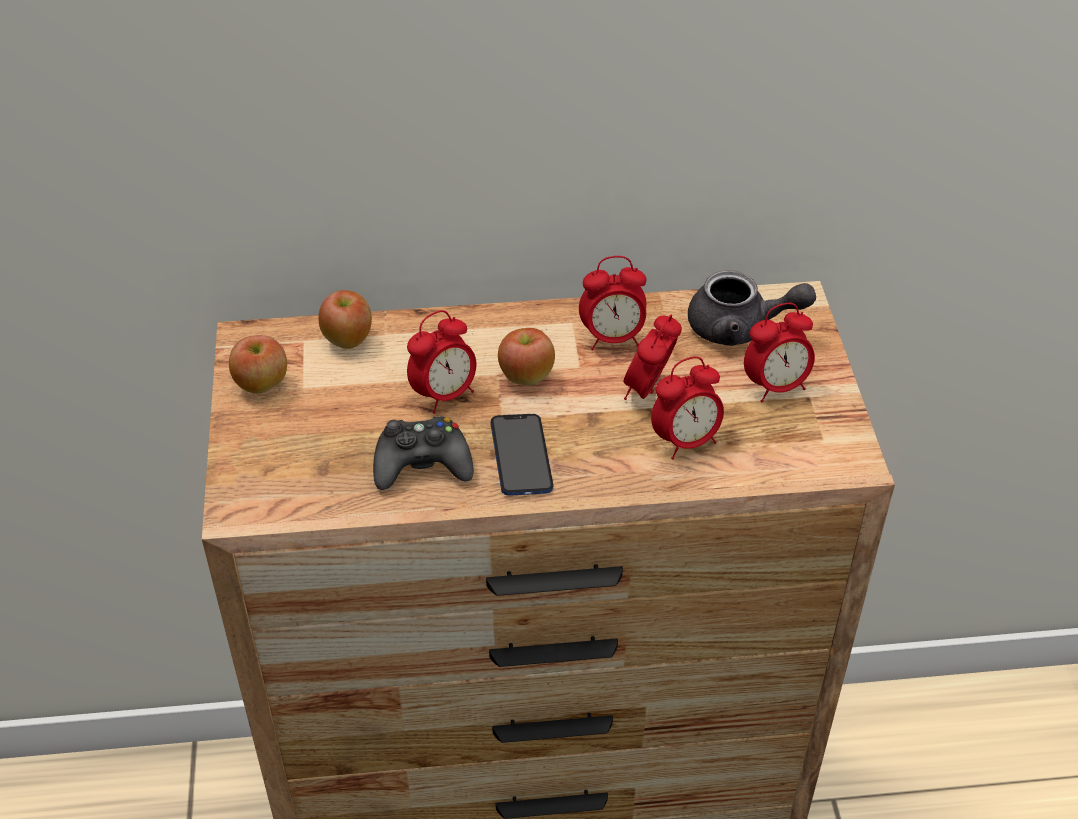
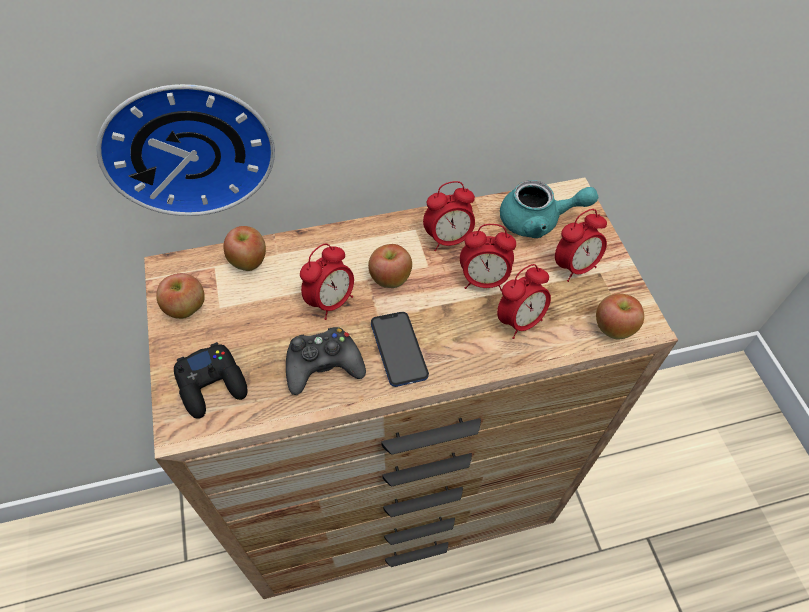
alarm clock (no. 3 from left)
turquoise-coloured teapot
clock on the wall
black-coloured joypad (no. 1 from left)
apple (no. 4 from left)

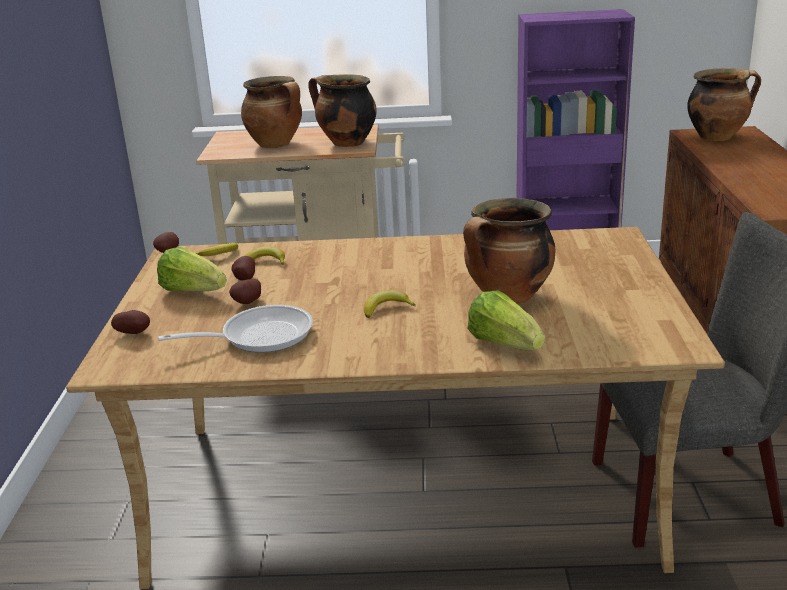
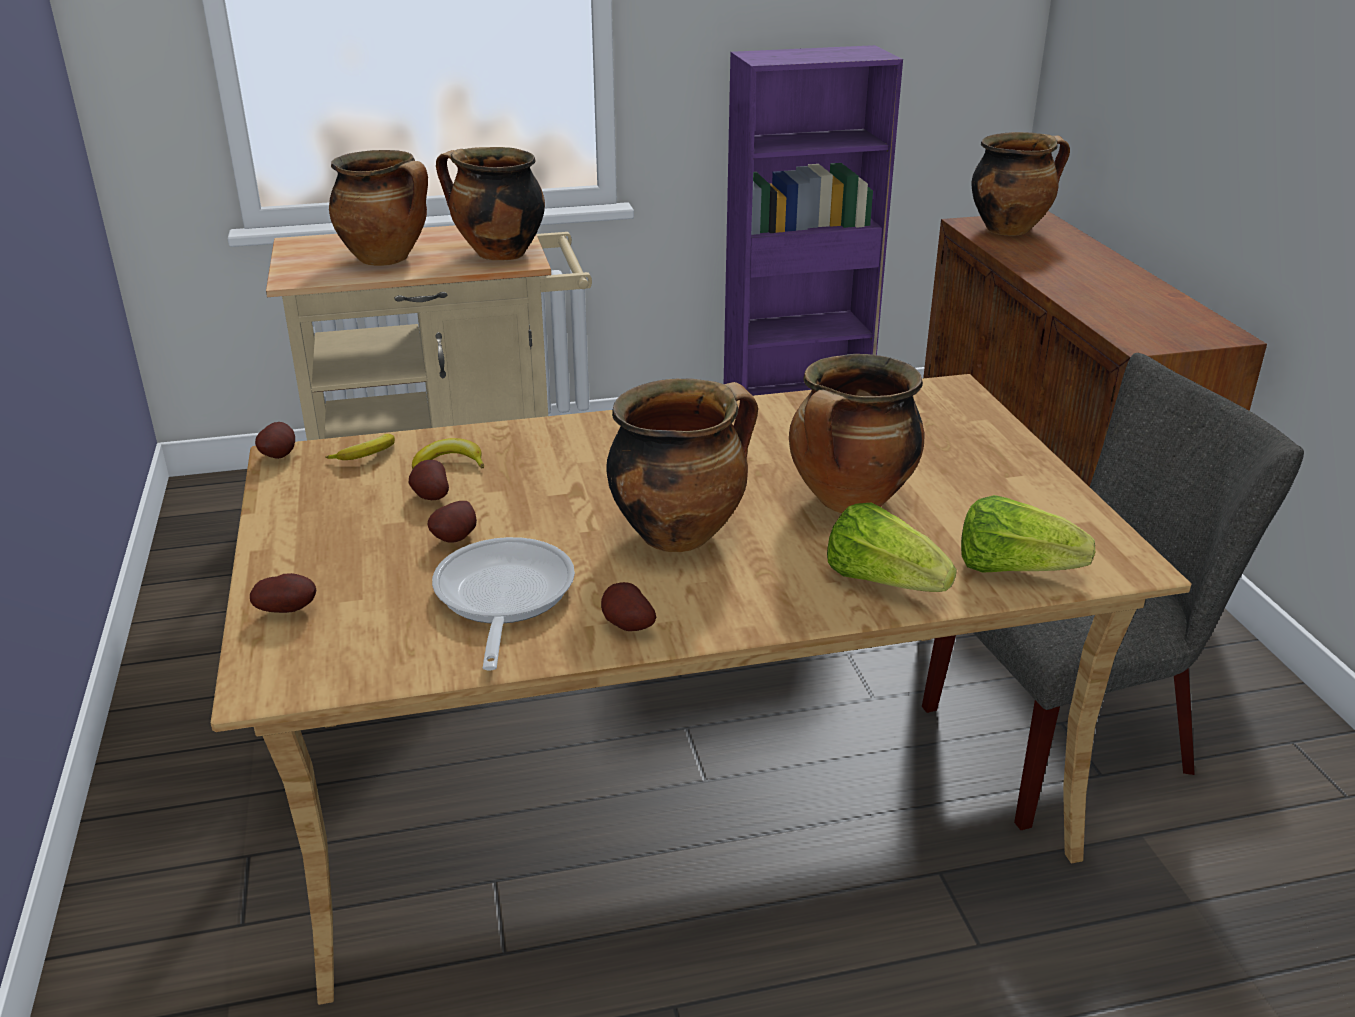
head of lettuce (no. 2 from left)
skillet
stockpot (no. 3 from left)
spud (no. 5 from left)

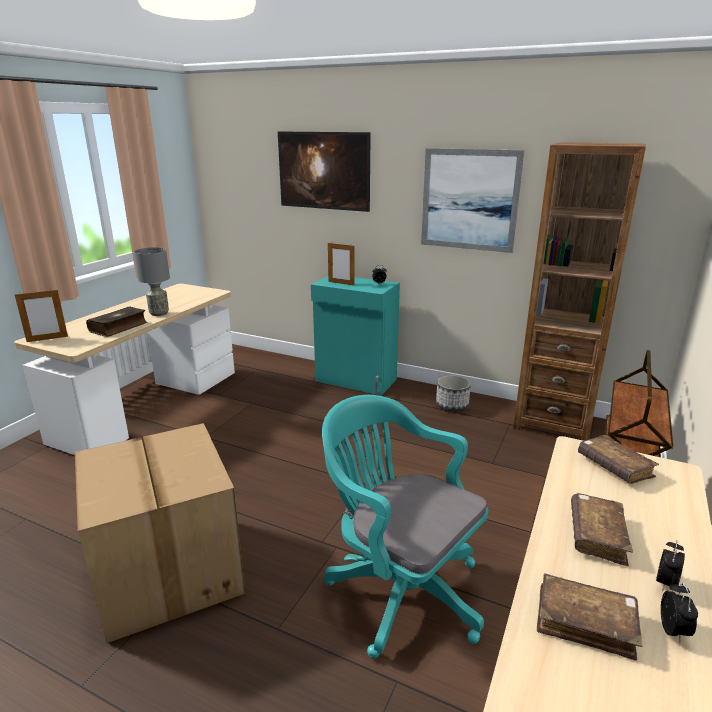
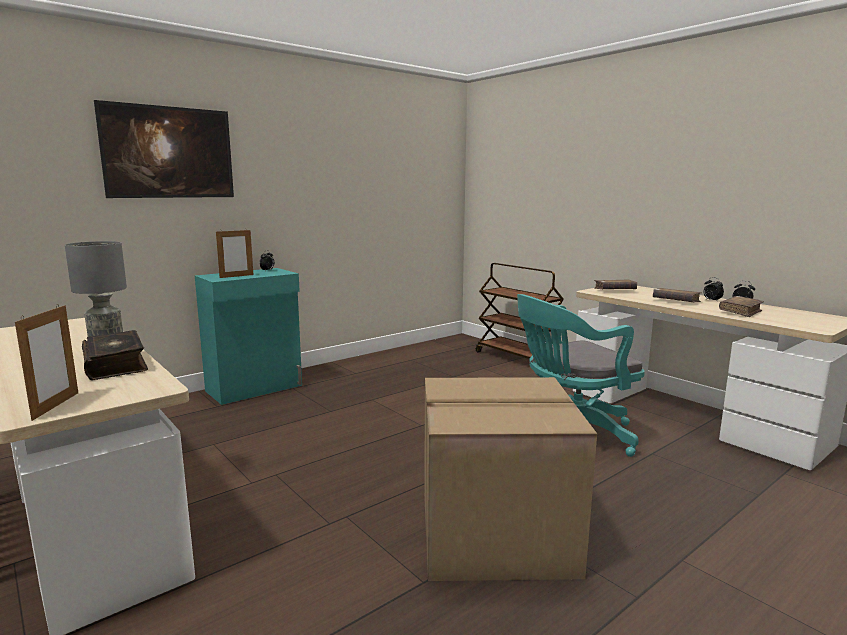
picture (no. 2 from left in the first image)
flower pot
brown bookshelf

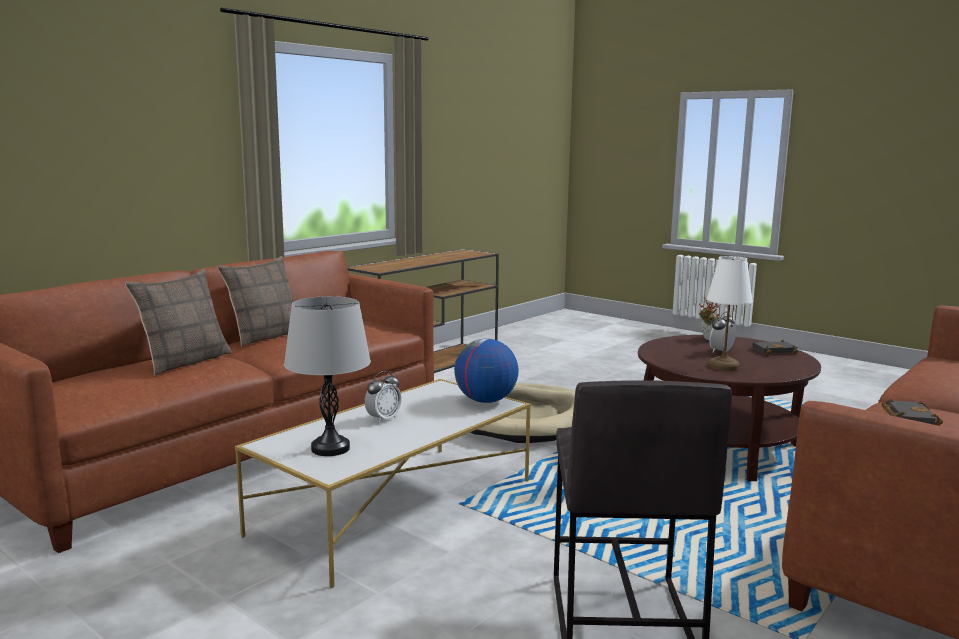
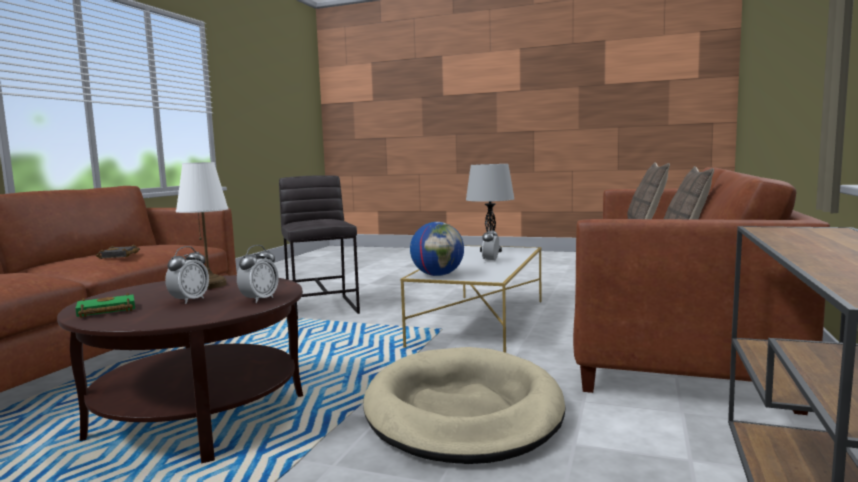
plant in a pot
greenish book
alarm clock (no. 2 from left)

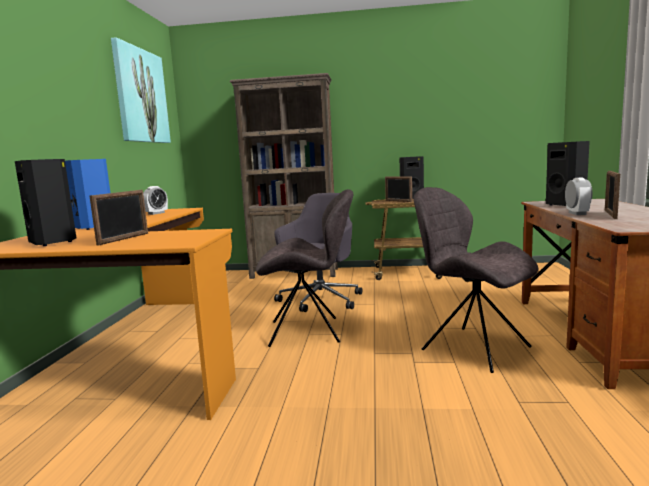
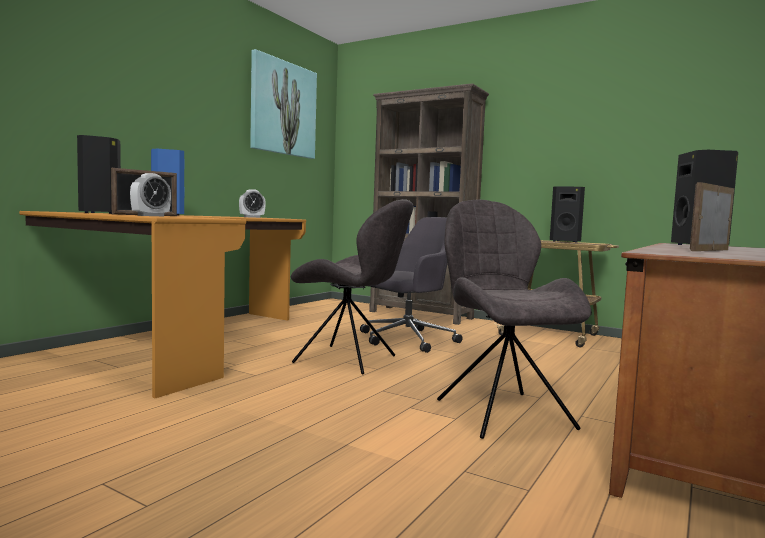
standing frame (no. 2 from left in the first image)
alarm clock (no. 1 from left)

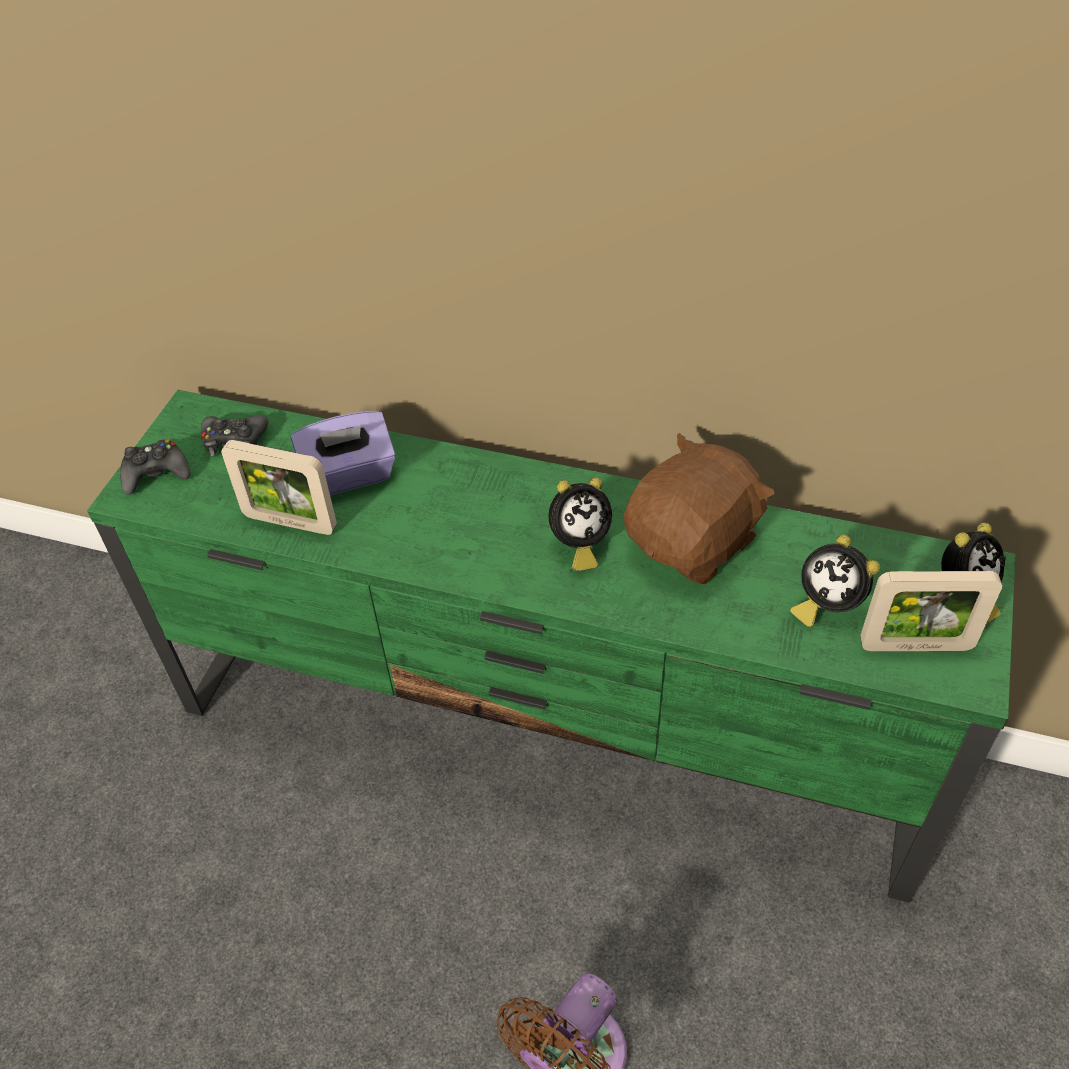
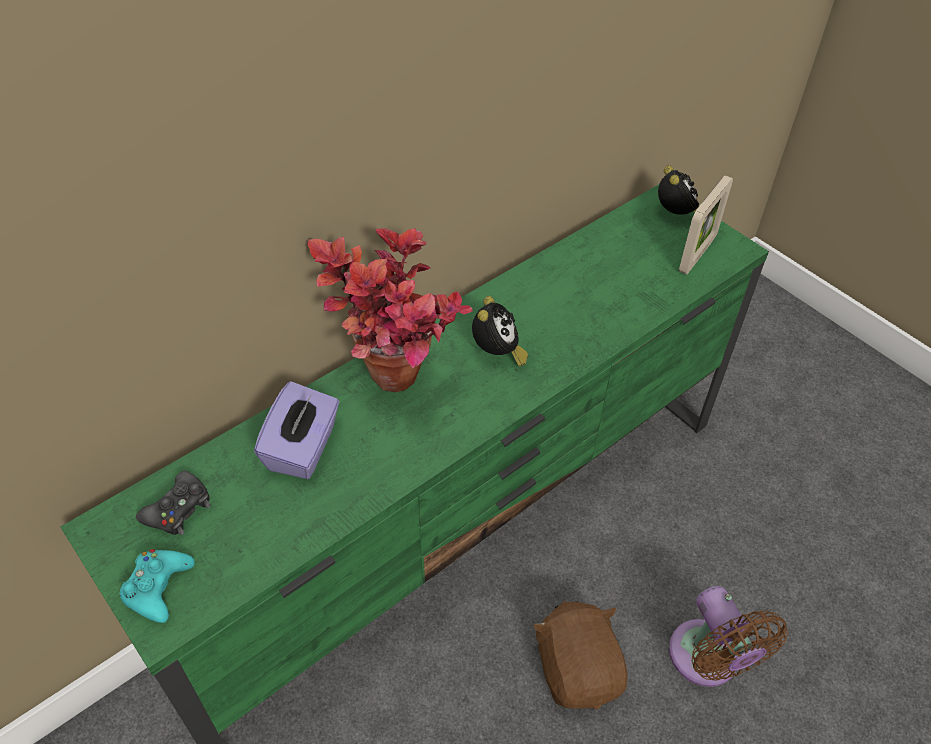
turquoise-coloured joypad
standing frame (no. 1 from left in the first image)
brown soft toy
alarm clock (no. 2 from left in the first image)
plant in a pot

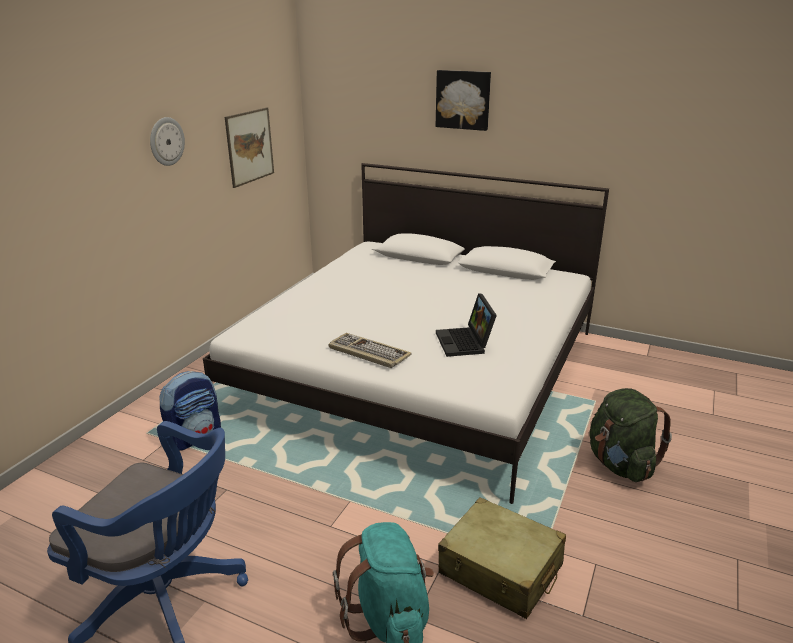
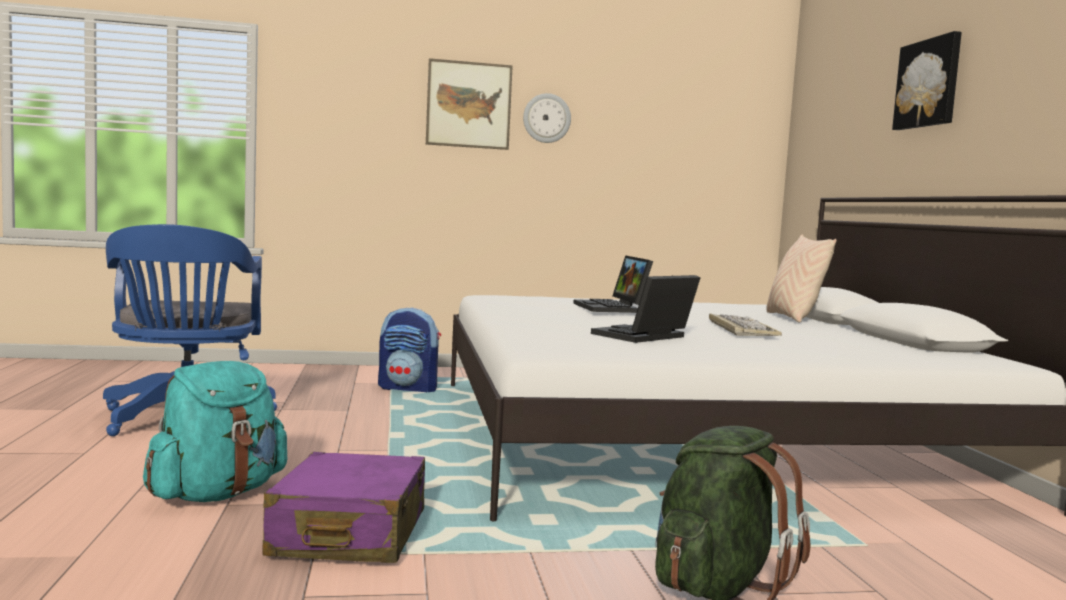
picture (no. 1 from left)
PC keyboard
purplish suitcase
notebook computer (no. 1 from left)
beige pillow

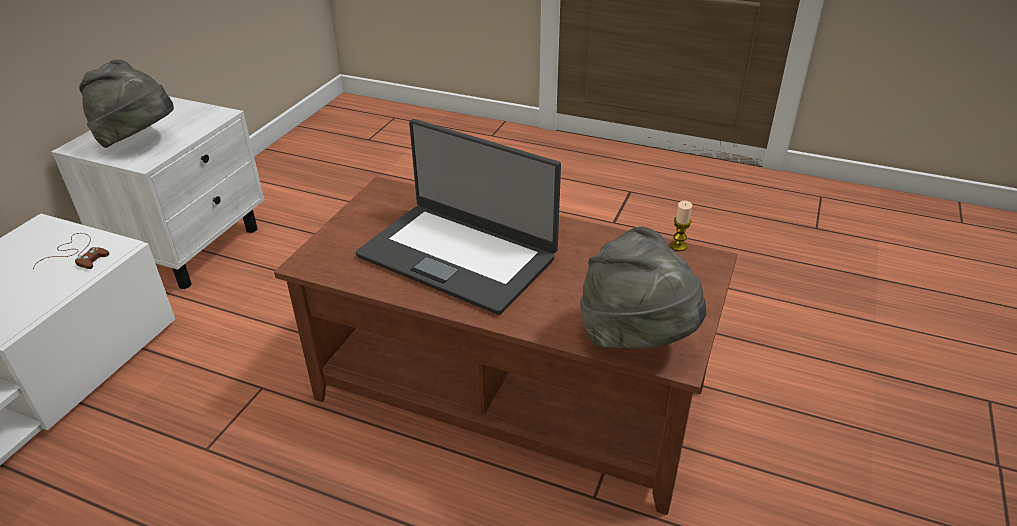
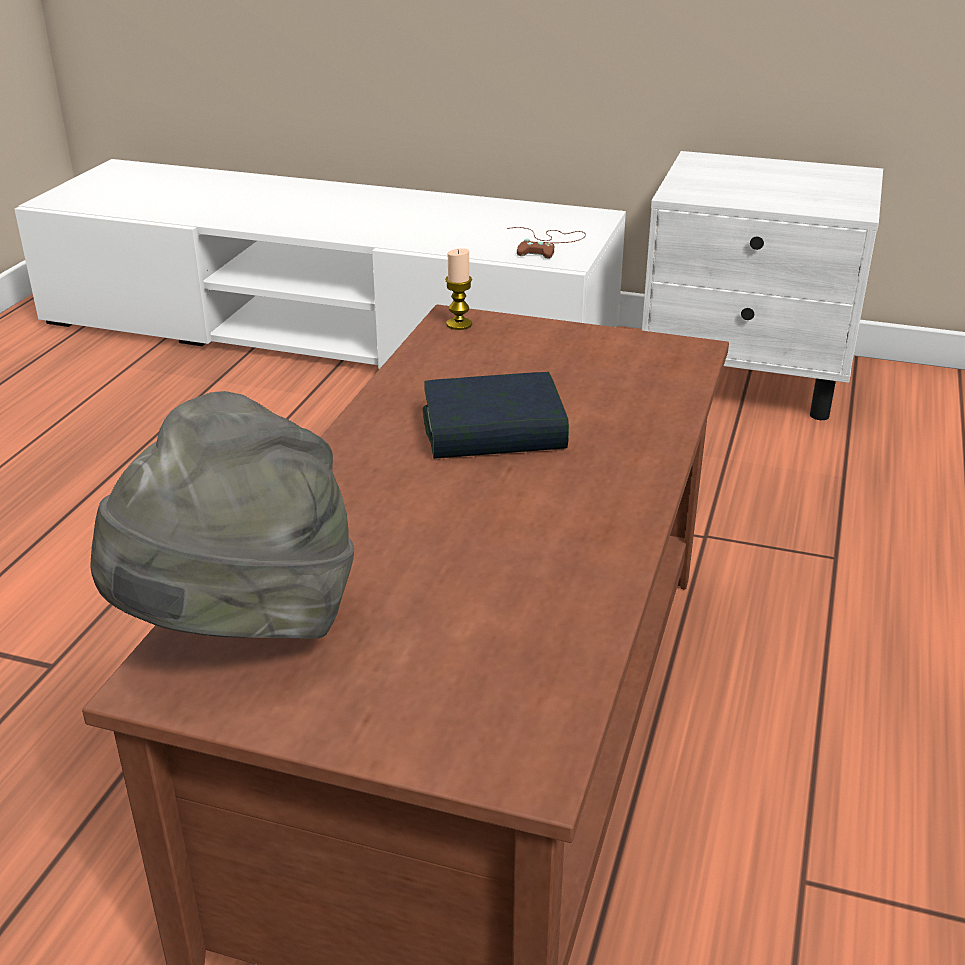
greyish wearable hat (no. 1 from left in the first image)
book
wax candle

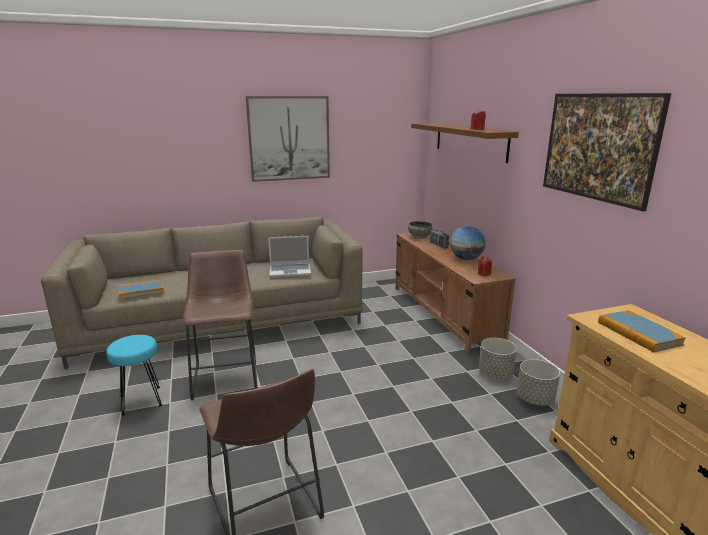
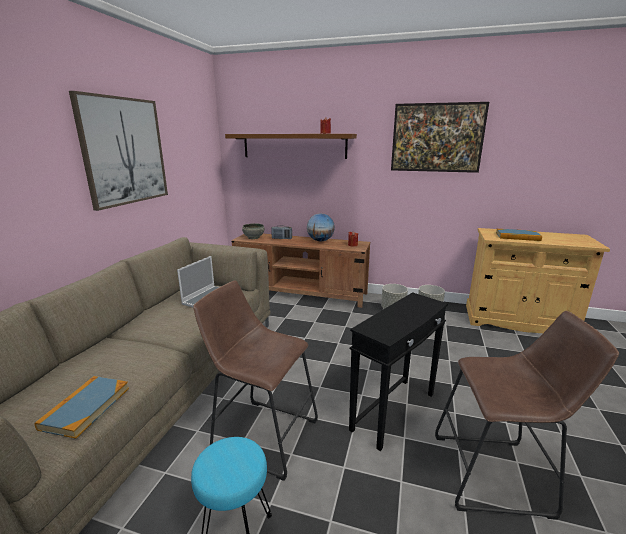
black-coloured accent table

